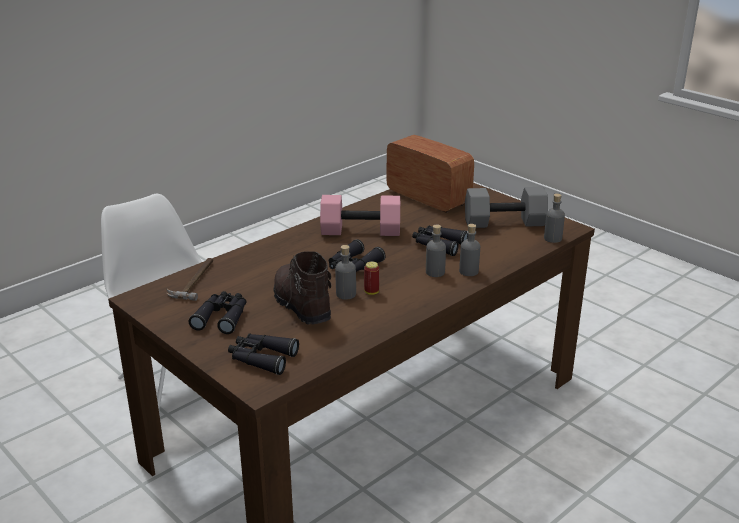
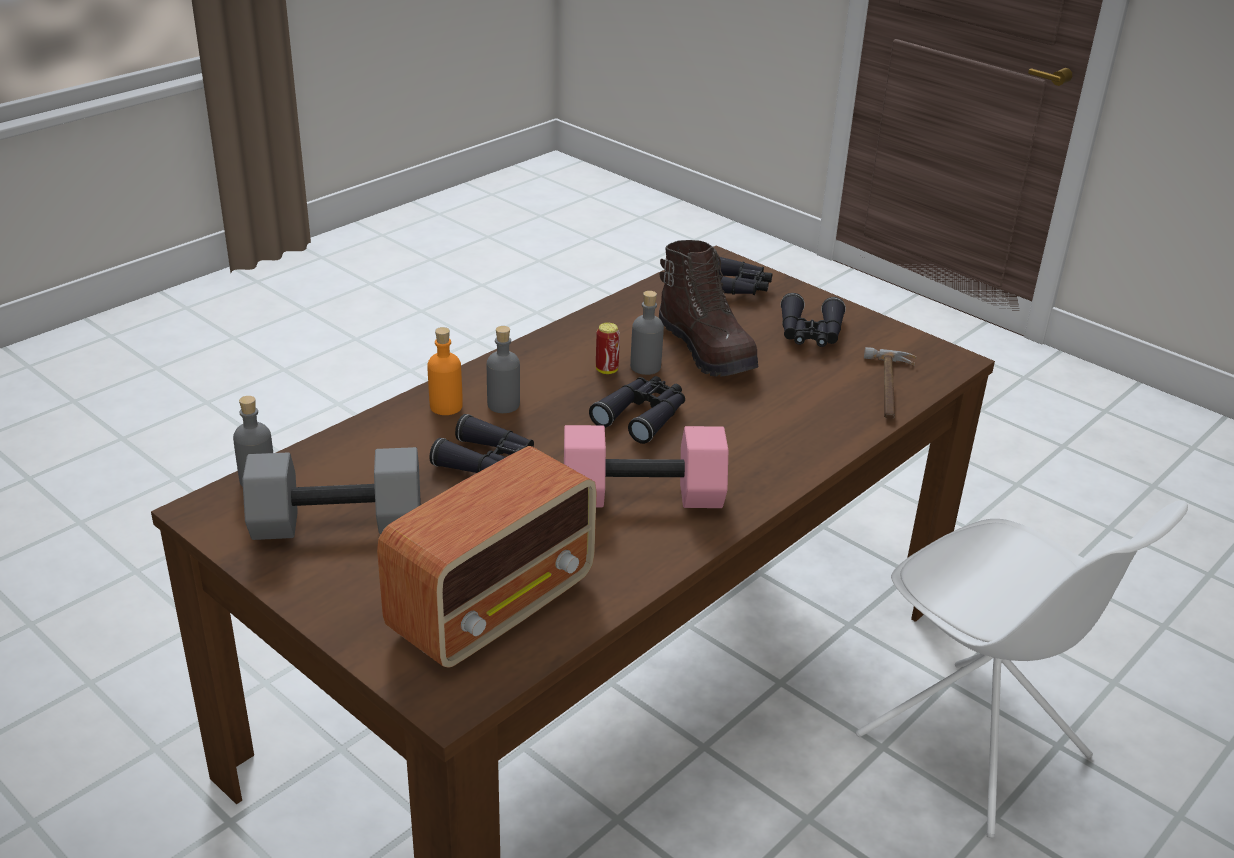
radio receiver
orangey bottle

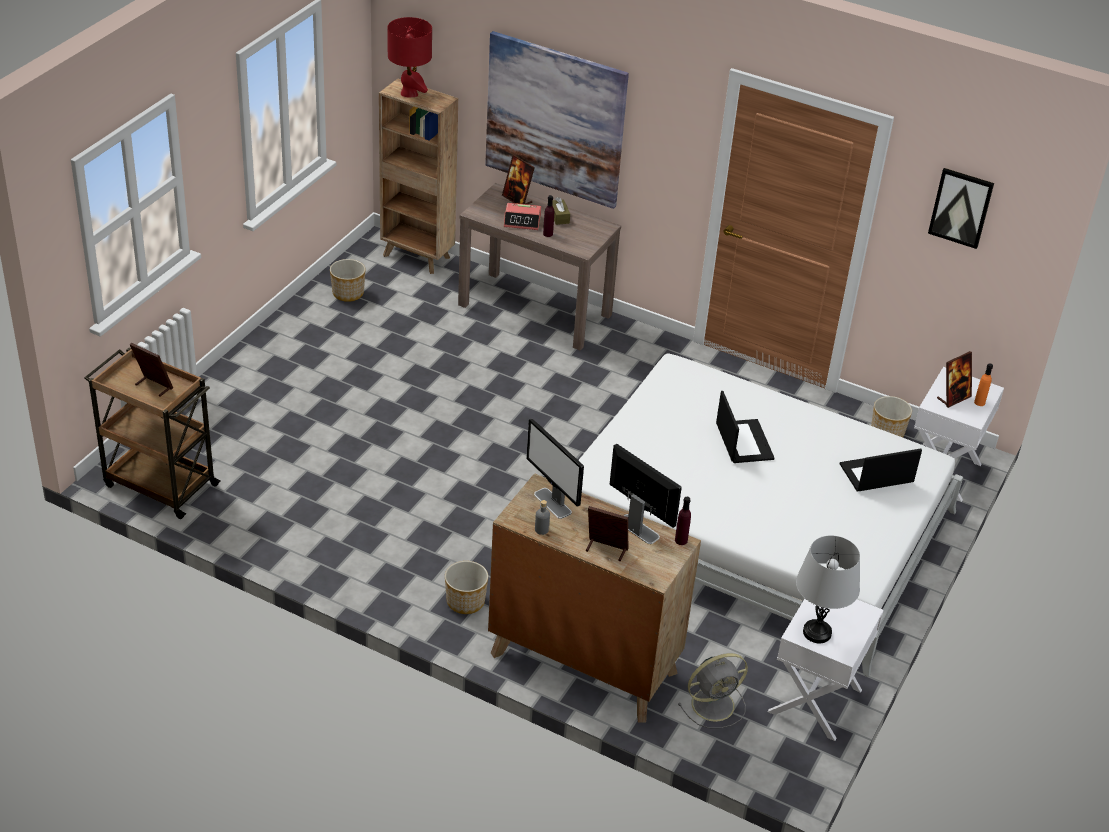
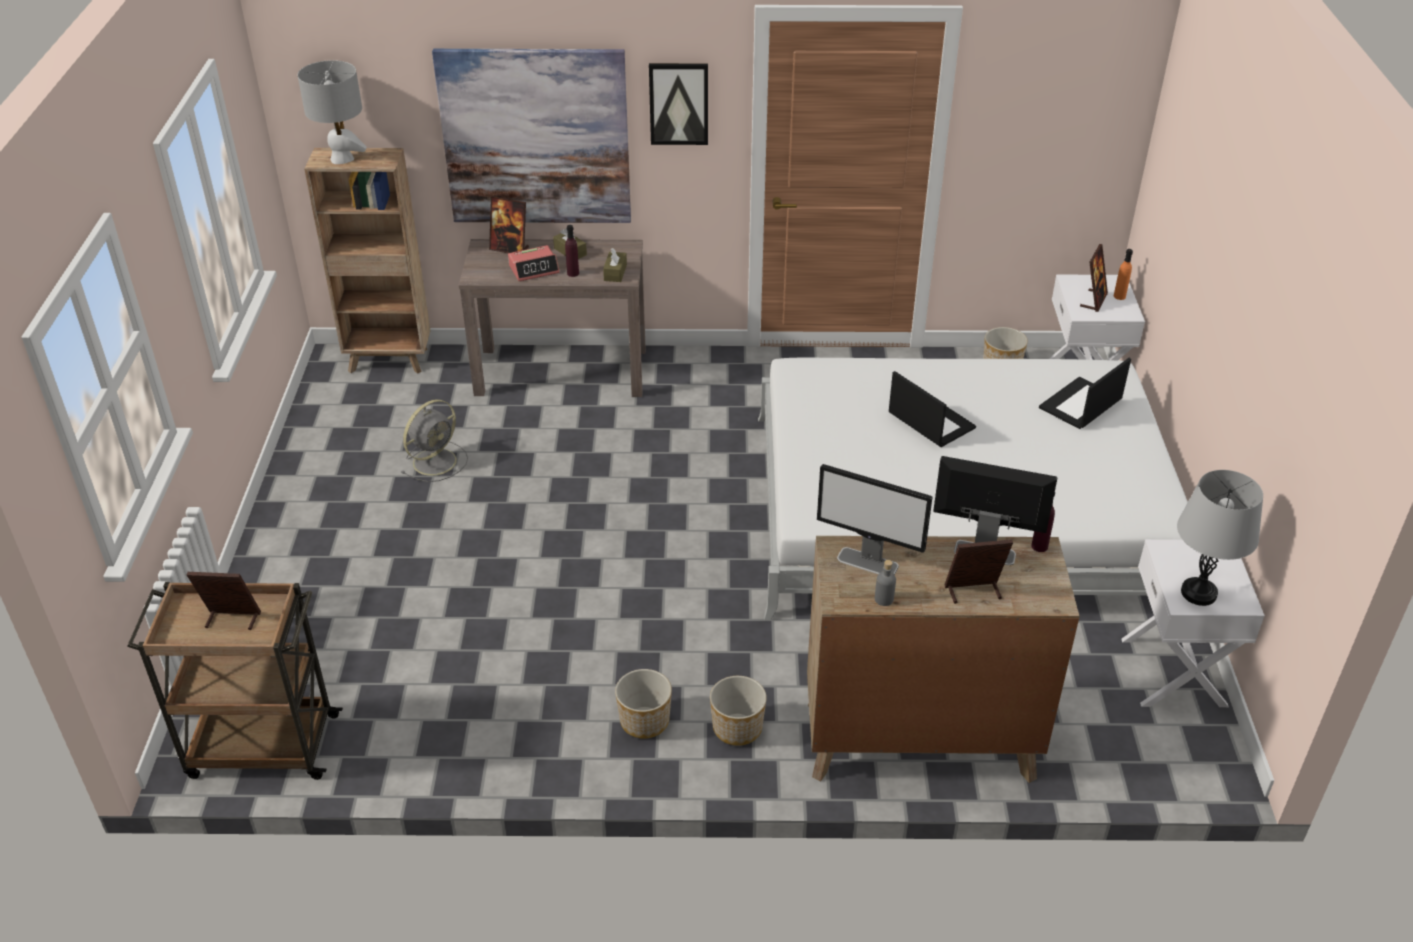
flower pot (no. 1 from left)
greyish table lamp (no. 1 from left)
greyish electric fan
picture (no. 2 from left)
brown tissue box (no. 2 from left)

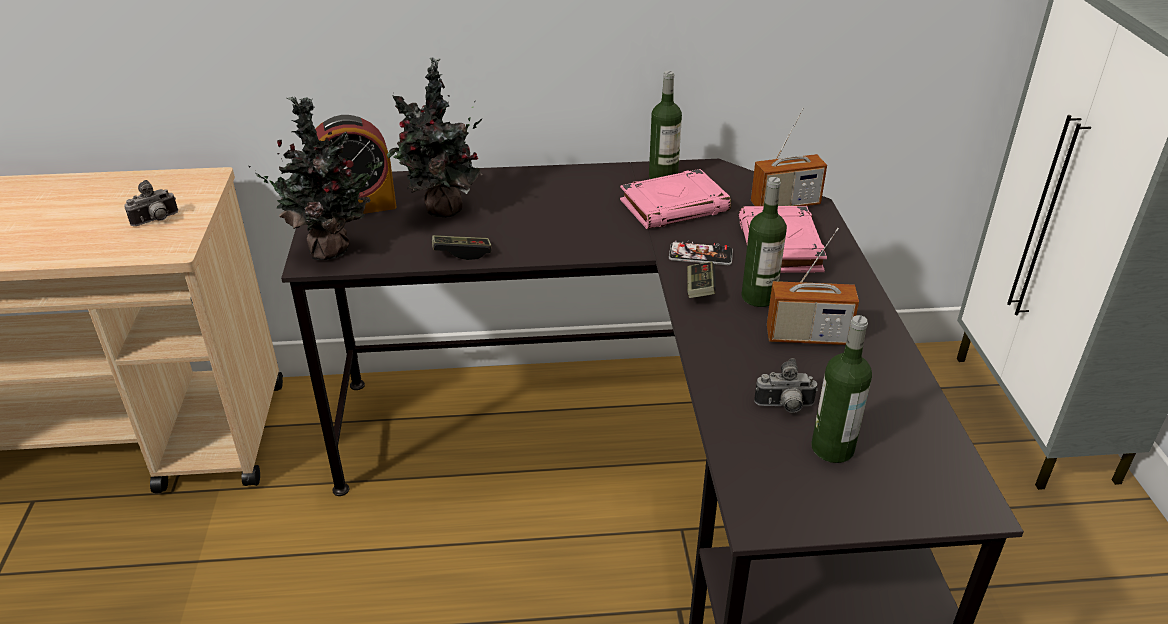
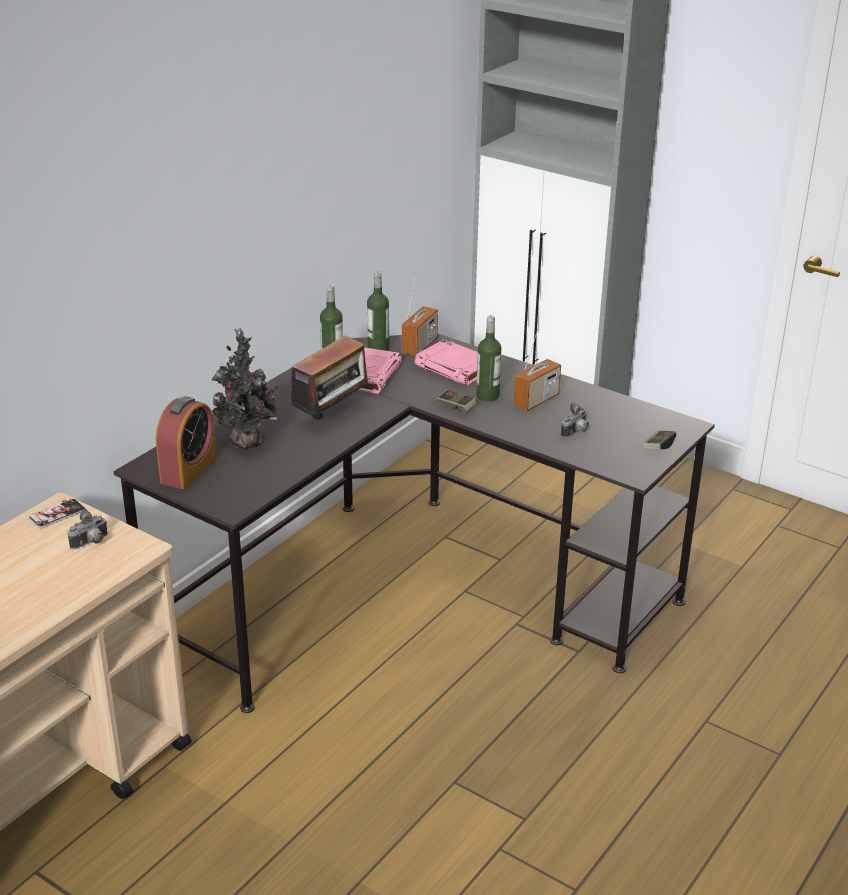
still camera (no. 1 from left)
plant in a pot (no. 1 from left in the first image)
joypad (no. 2 from left)
telephone
bottle (no. 2 from left)
radio receiver (no. 1 from left)

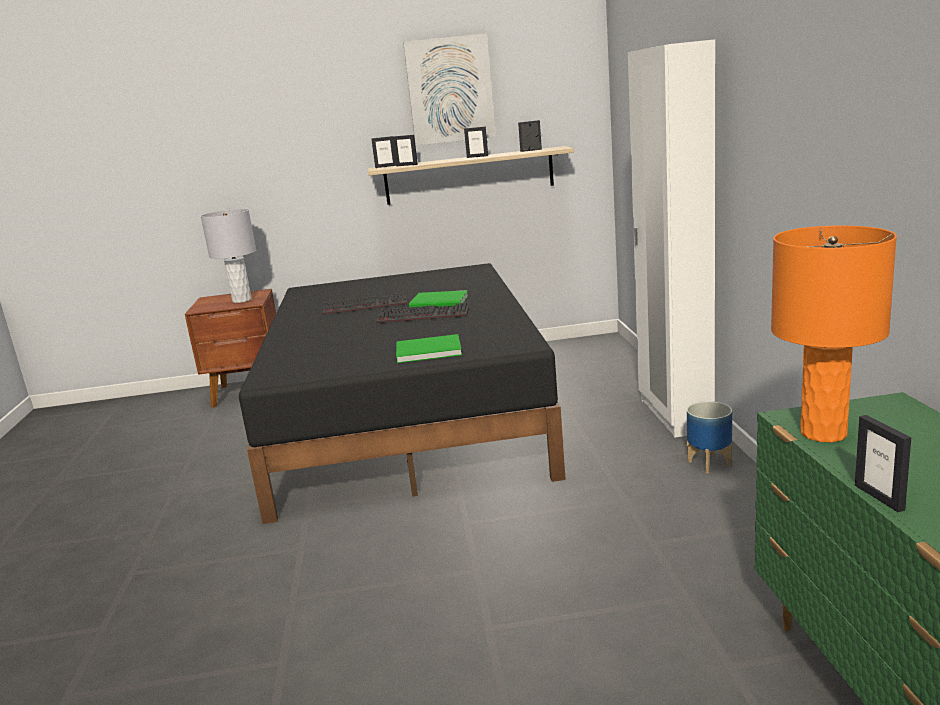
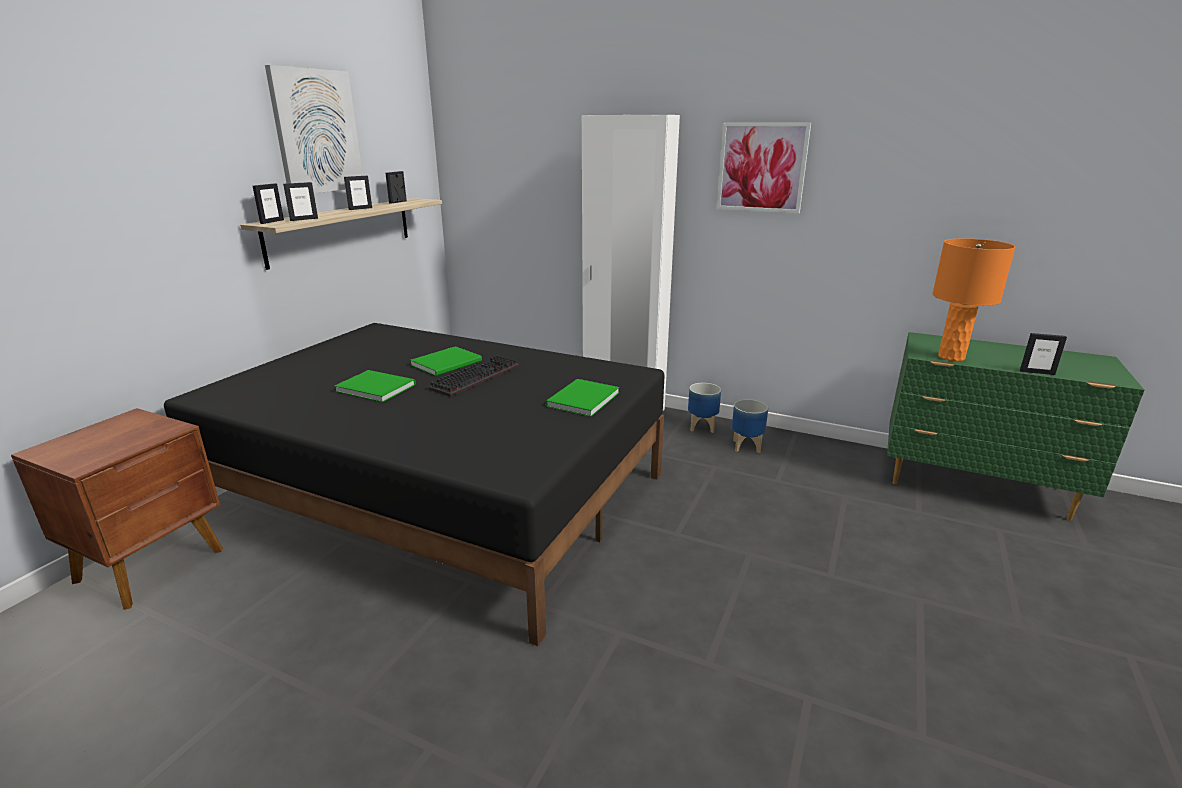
greyish table lamp
greenish book (no. 1 from left)
picture (no. 2 from left)
flower pot (no. 2 from left)

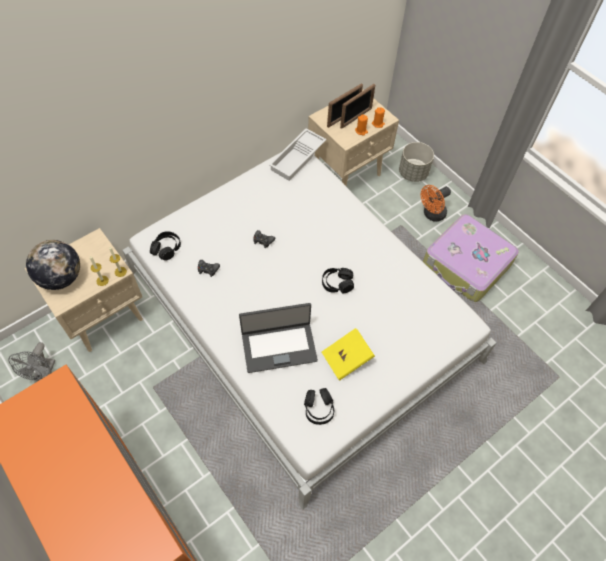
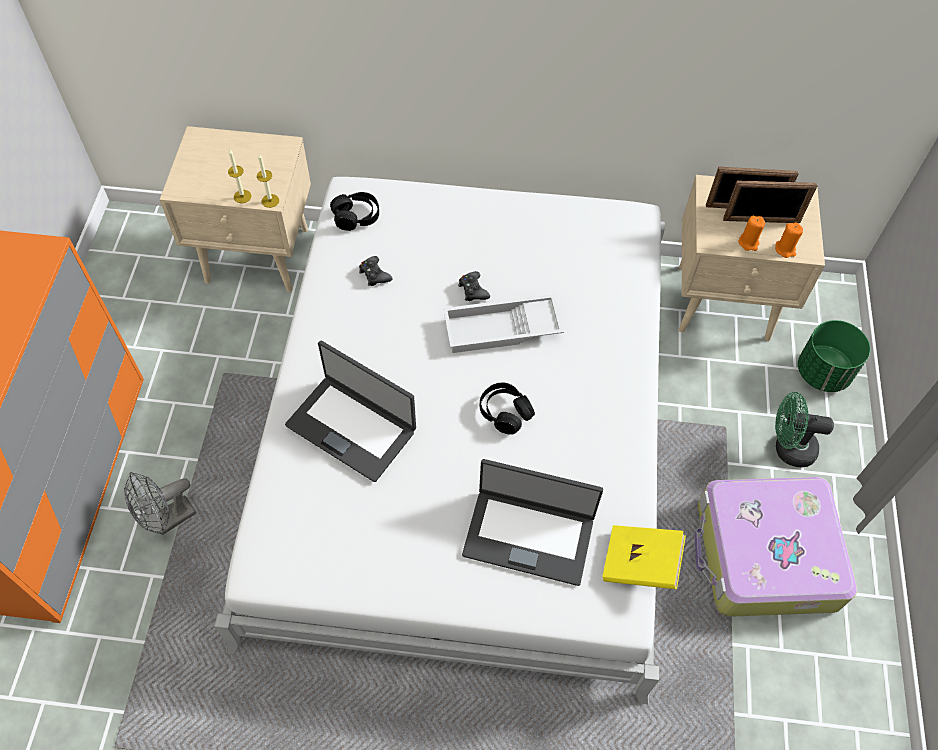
greyish electric fan
world globe
white-coloured tray
black-coloured pair of headphones (no. 2 from left in the first image)
yellowish book
greenish flower pot
greenish electric fan
notebook computer (no. 2 from left)

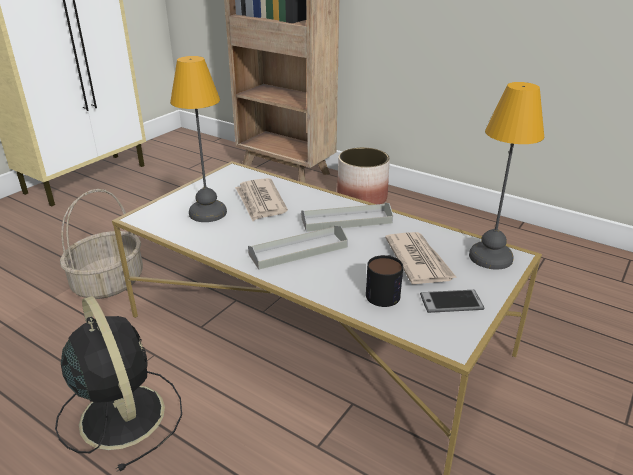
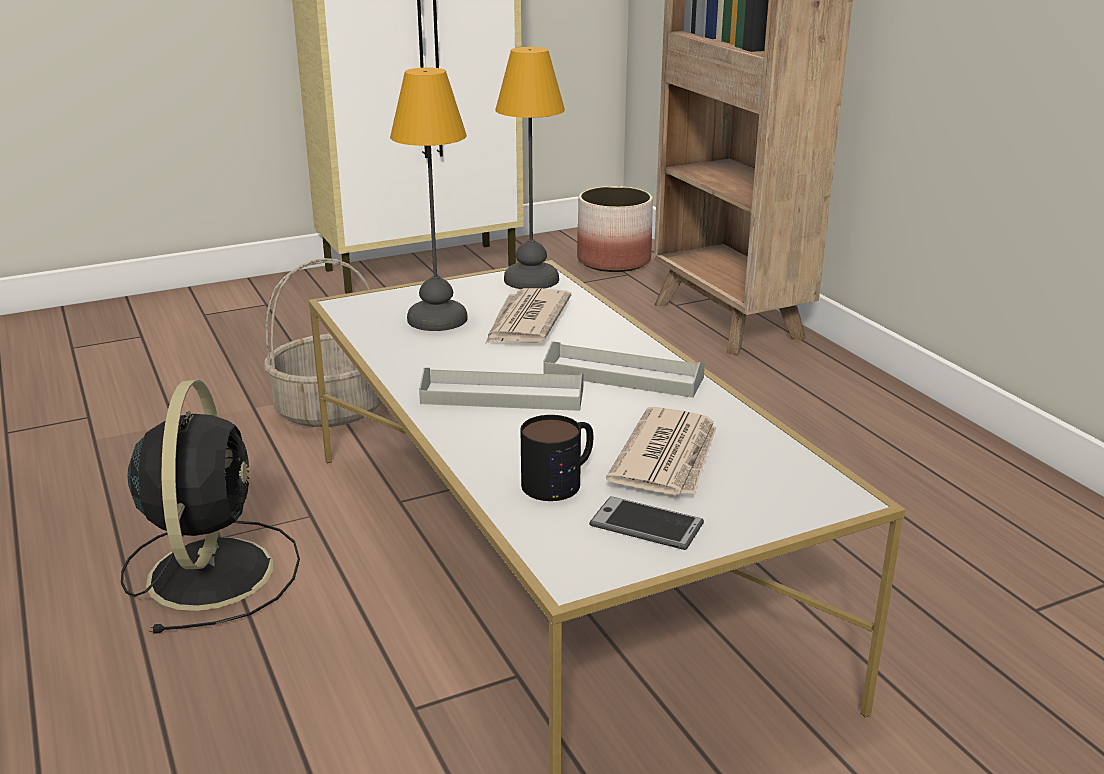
flower pot
table lamp (no. 2 from left)

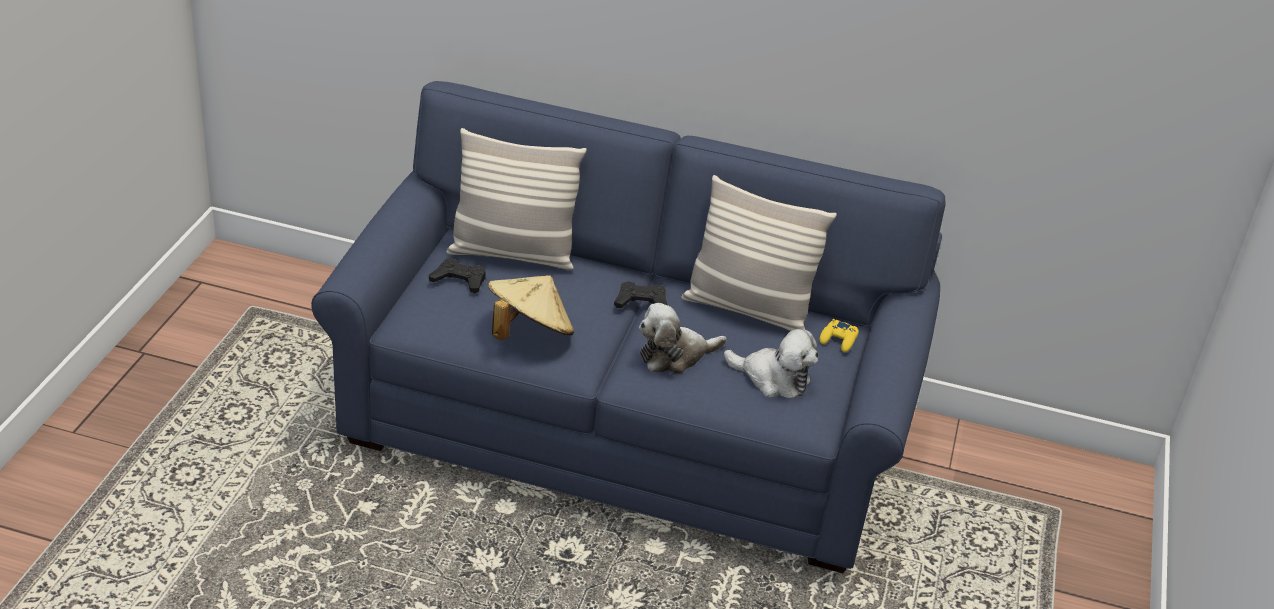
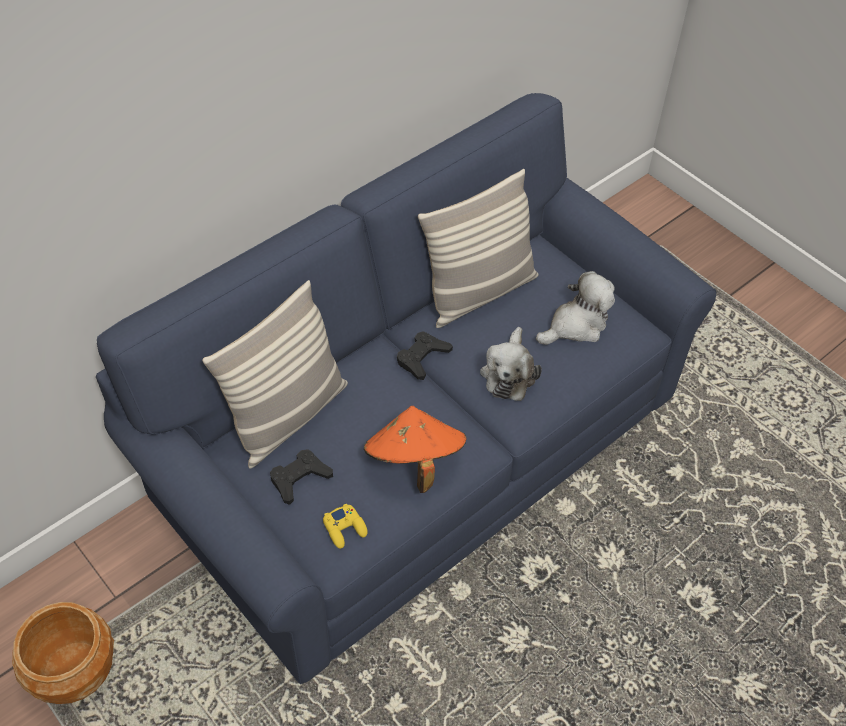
orangey wearable hat
yellowish joypad
brown flower pot

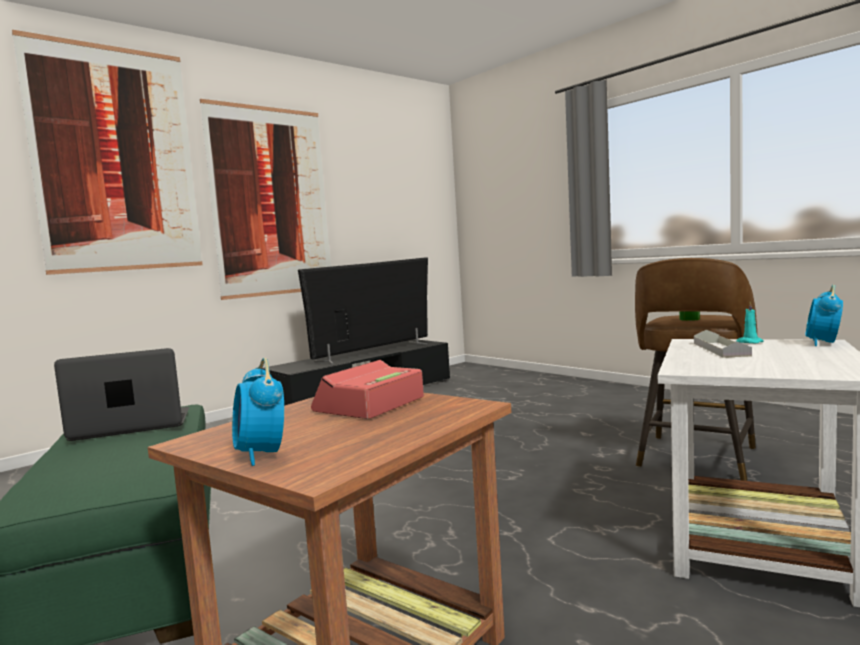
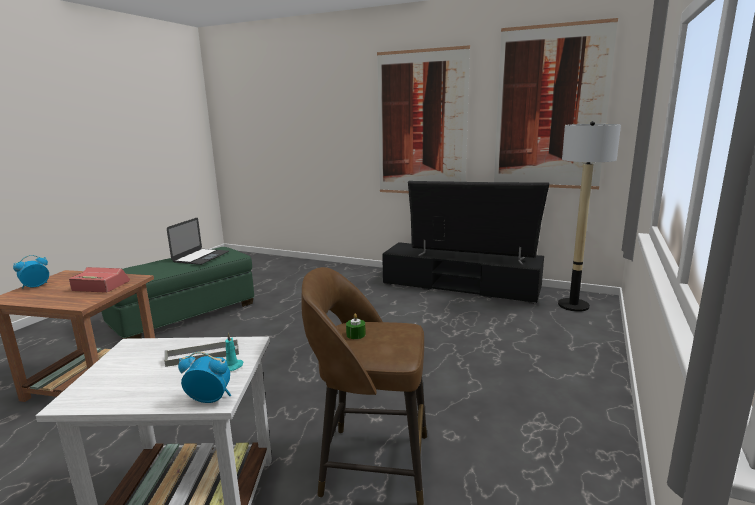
picture (no. 2 from left)
notebook computer
floor lamp

